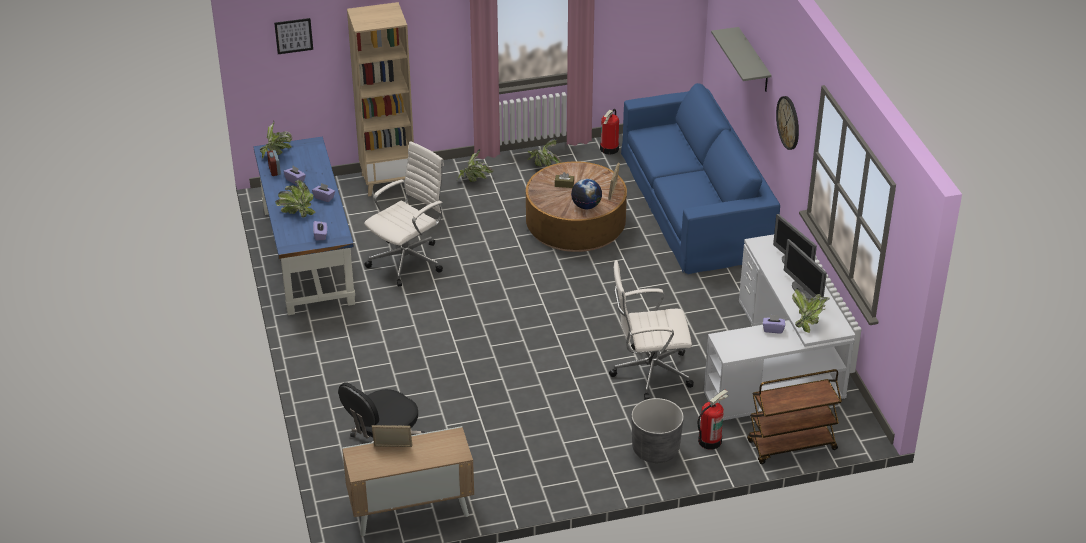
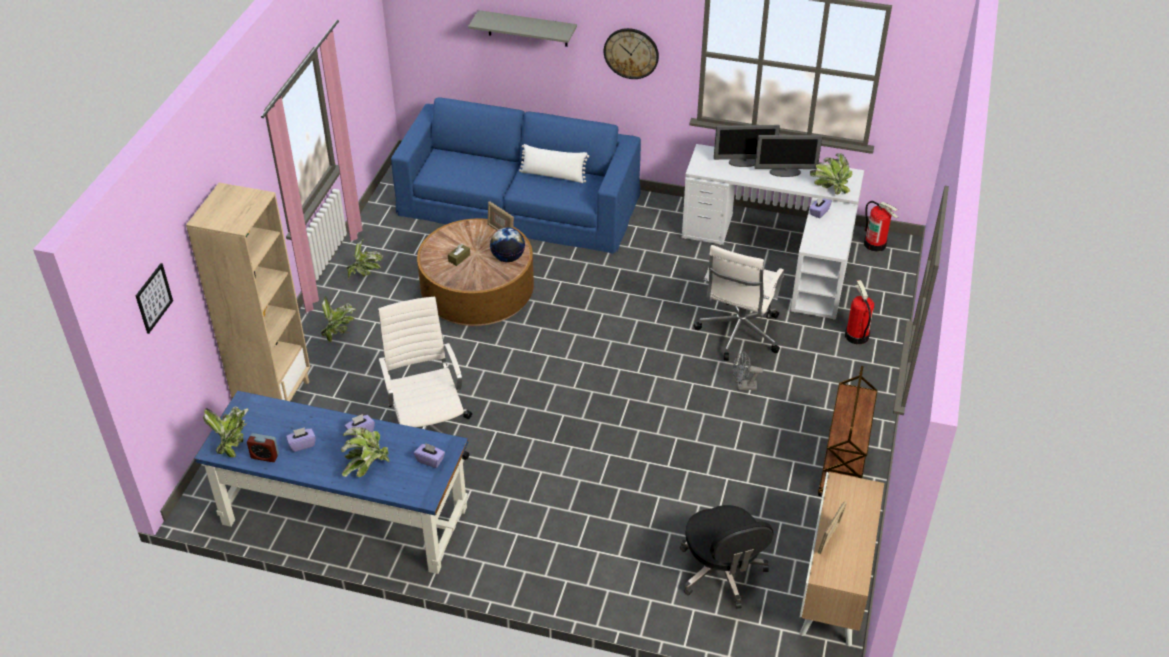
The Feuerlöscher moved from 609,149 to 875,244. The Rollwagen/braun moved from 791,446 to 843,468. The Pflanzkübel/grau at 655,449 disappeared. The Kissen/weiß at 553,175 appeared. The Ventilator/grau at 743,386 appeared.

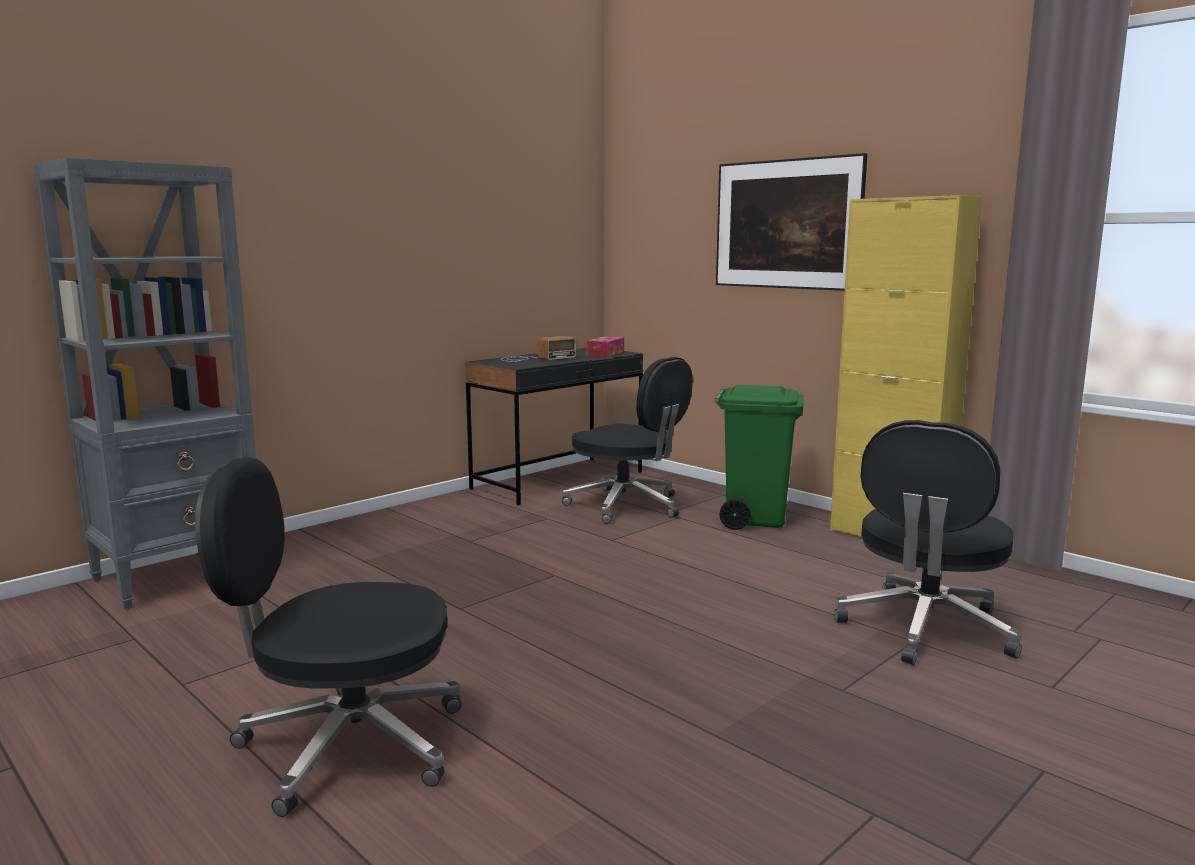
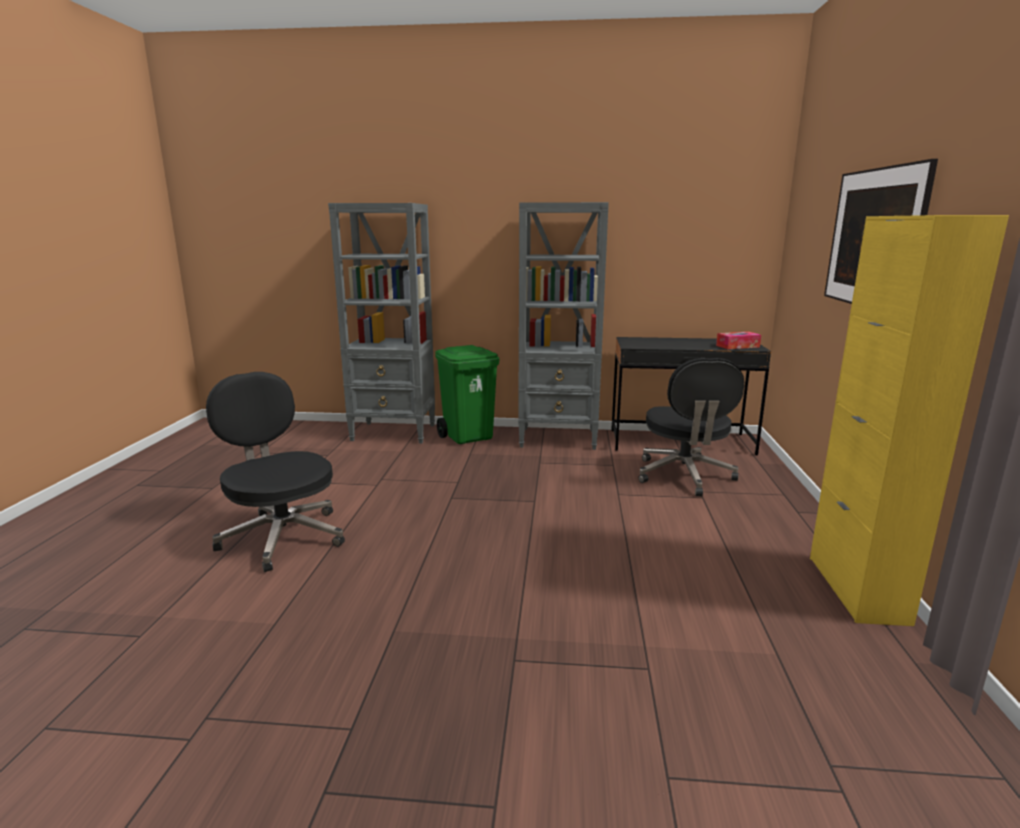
The Radio at 535,358 disappeared. The Mülleimer/grün moved from 754,519 to 468,437. The Bürostuhl/schwarz at 925,629 disappeared. The Bücherregal/grau at 559,438 appeared.

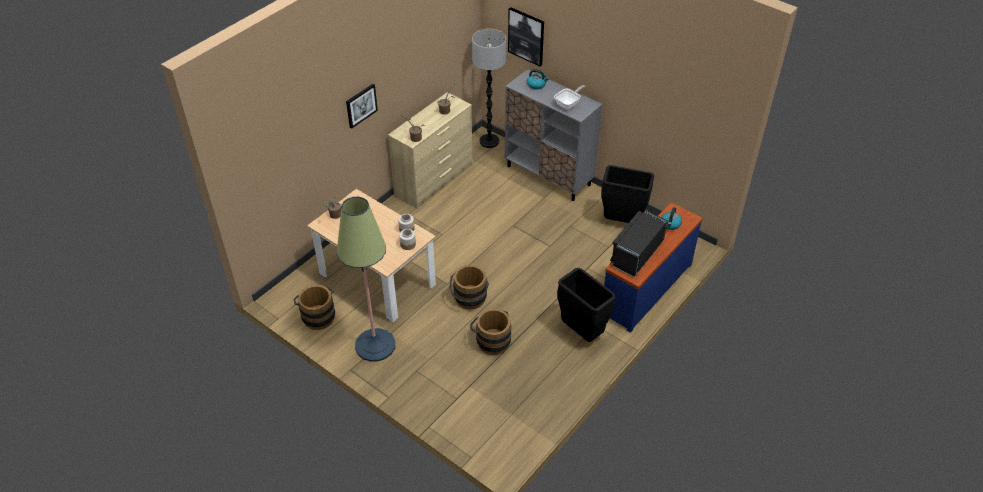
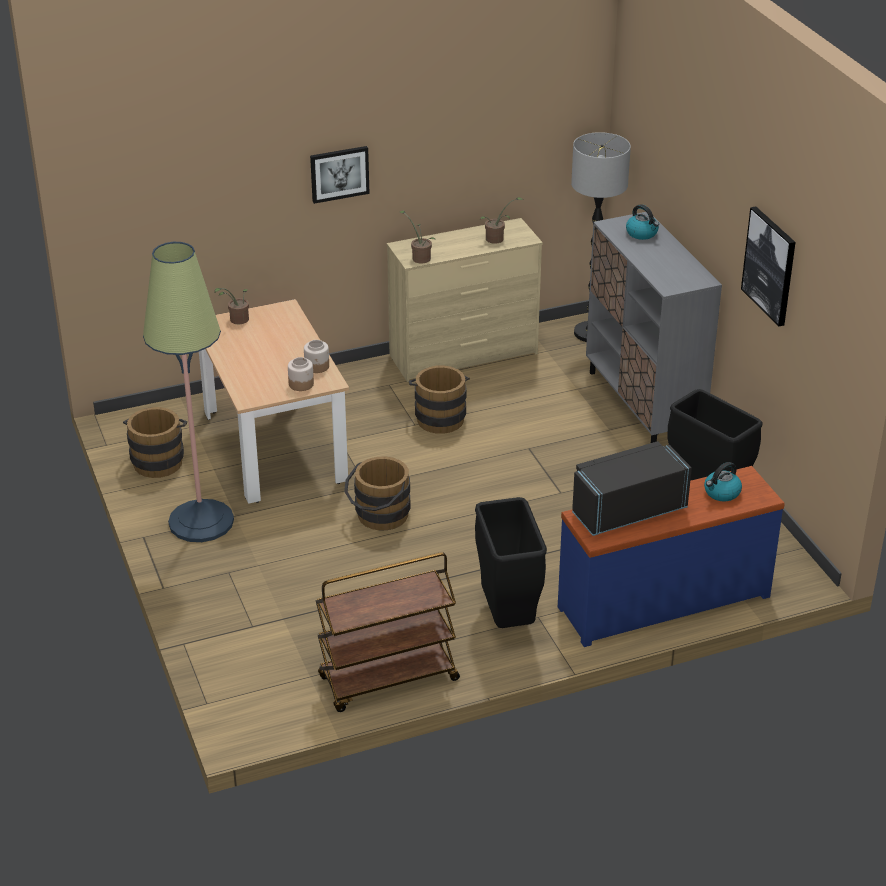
The Bild moved from 526,36 to 770,265. The Pfanne at 568,104 disappeared. The Eimer/braun moved from 491,340 to 439,417. The Rollwagen/braun at 388,680 appeared.

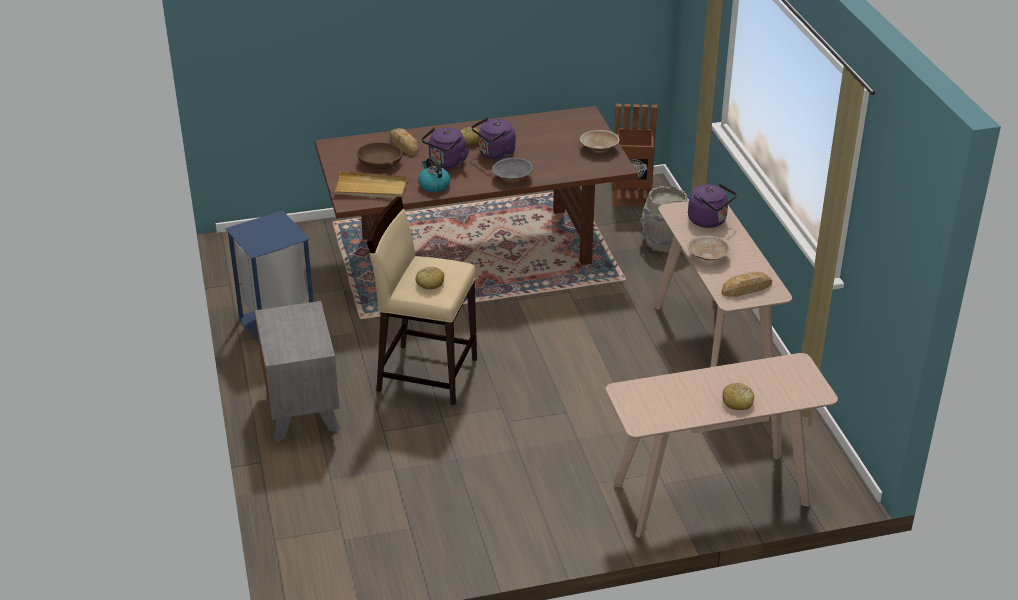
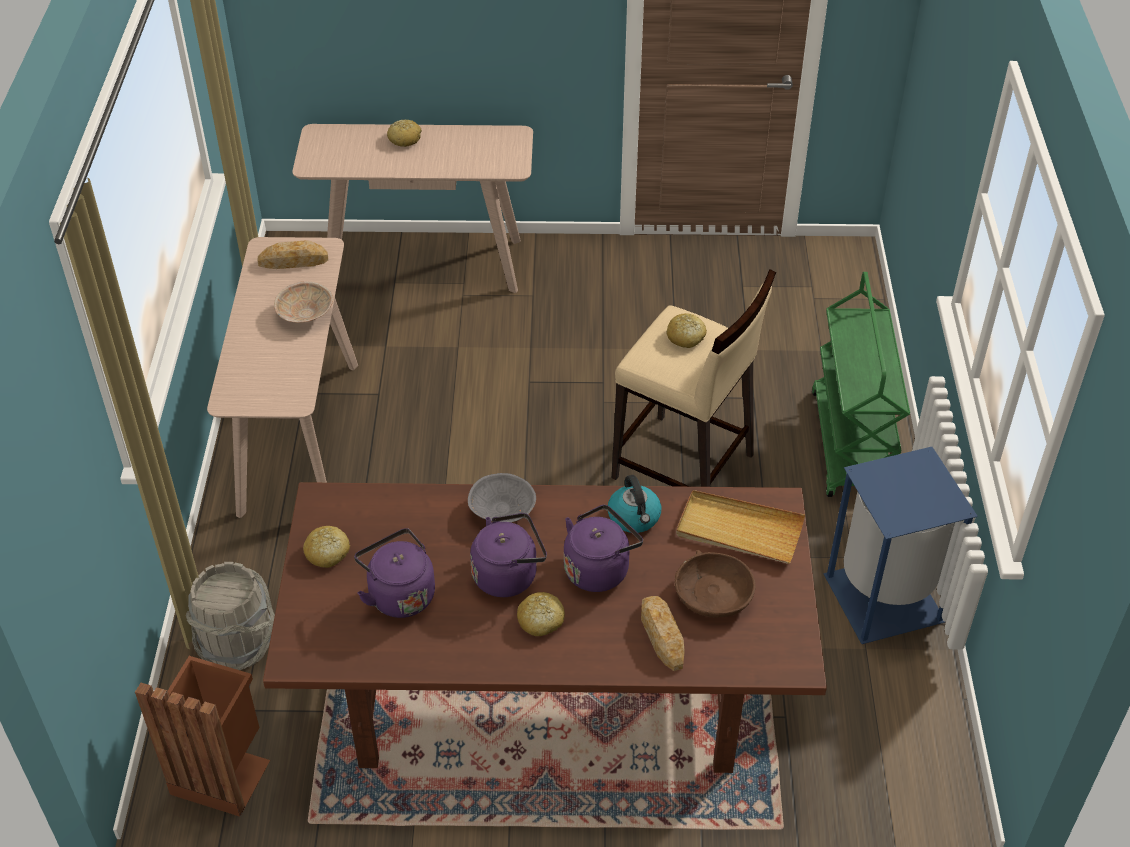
The Schüssel/beige at 598,148 was replaced by the Brot at 327,553. The Wasserkessel/lila moved from 709,221 to 399,594. The Nachttisch/grau at 301,409 was replaced by the Rollwagen/grün at 851,445.

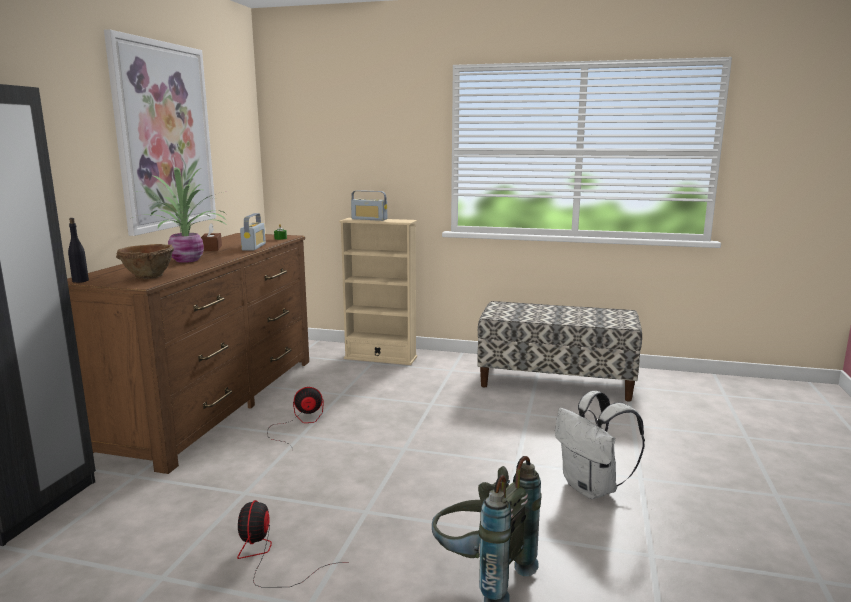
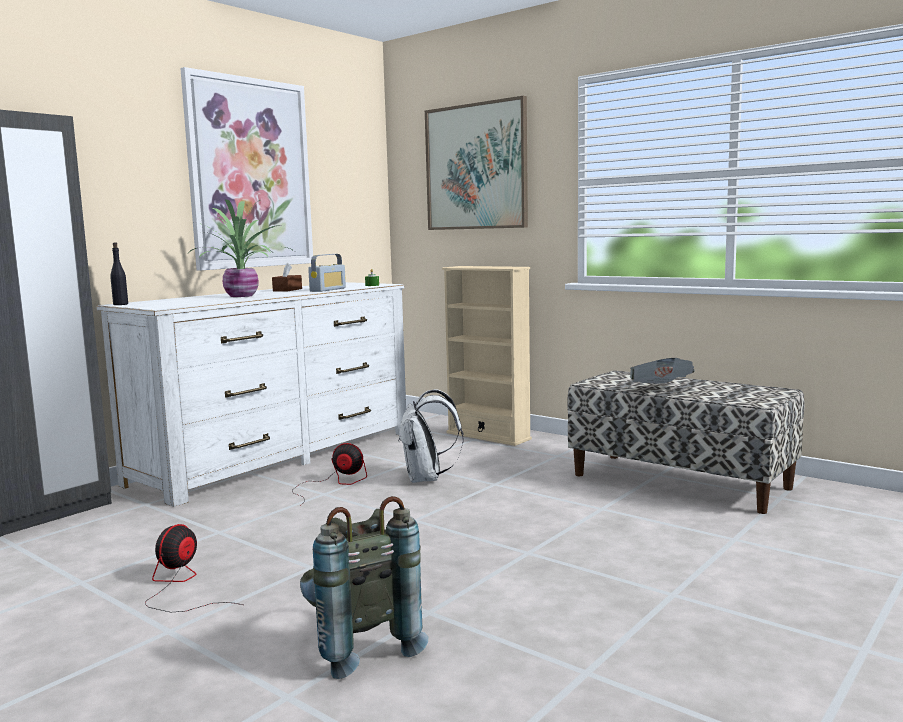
The Radio at 369,219 disappeared. The Kommode/braun at 215,402 became the Kommode/weiß at 278,456. The Schüssel/braun at 148,277 disappeared. The Rucksack/weiß moved from 592,488 to 427,478. The Bild at 476,167 appeared. The Zeitung at 660,389 appeared.

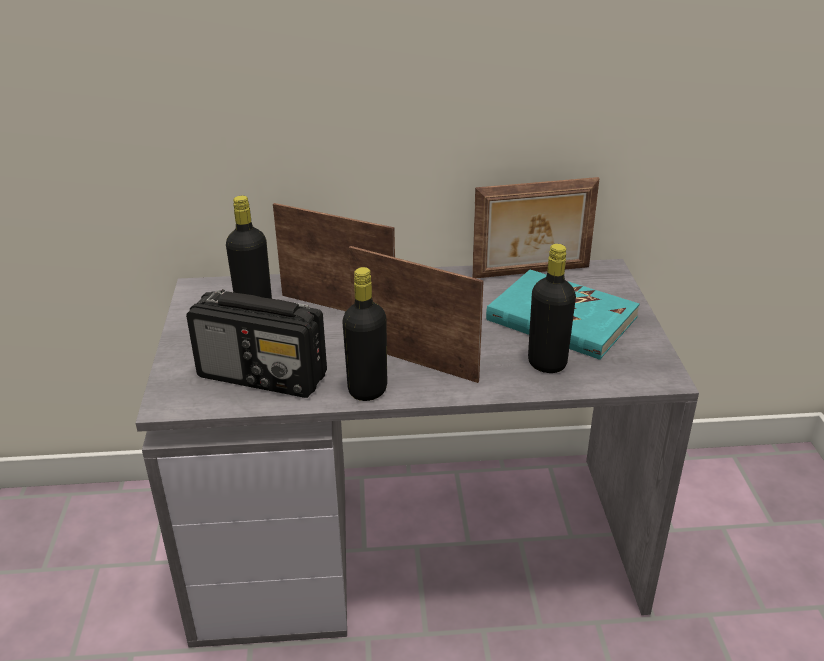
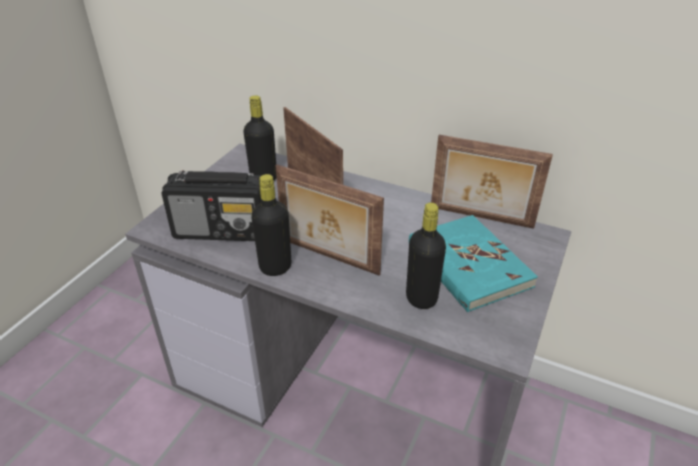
The Bilderrahmen at 415,360 turned 150 degrees clockwise. The Radio at 263,376 turned 45 degrees counterclockwise.

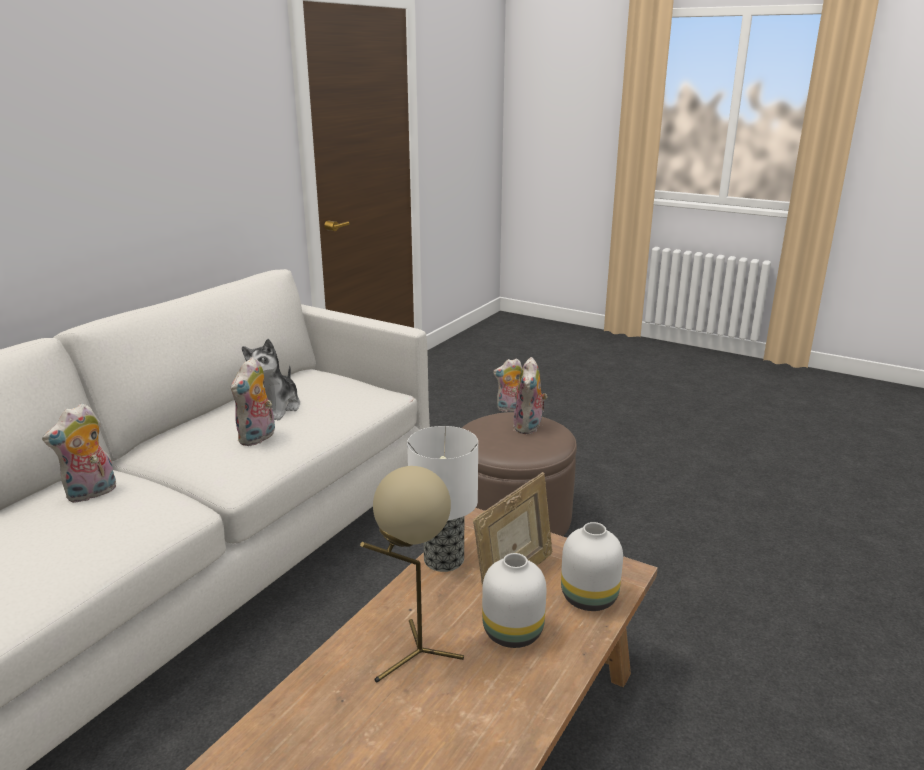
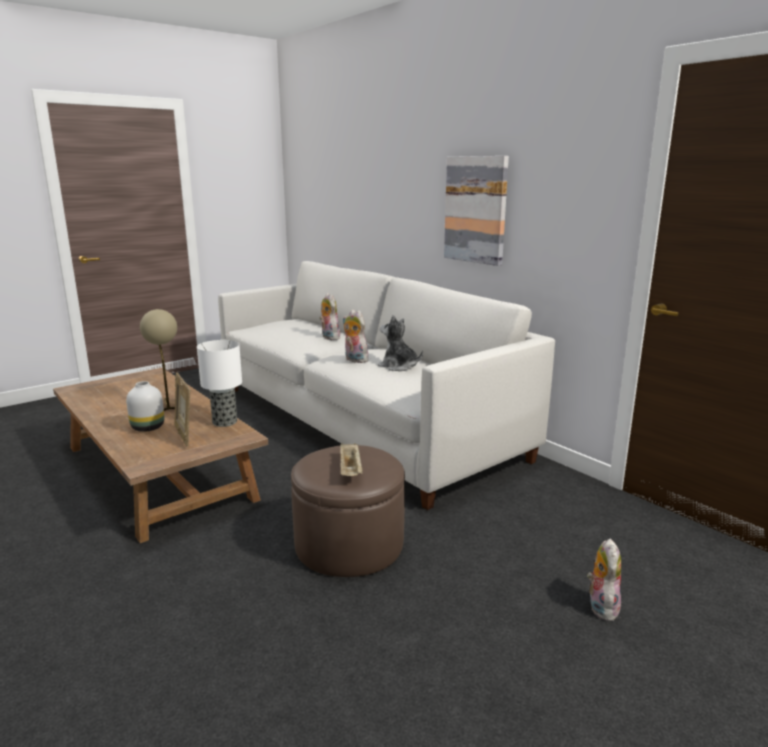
The Plüschtier at 529,427 was replaced by the Tablett/beige at 350,470. The Vase/weiß at 587,597 disappeared. The Bild at 476,210 appeared.

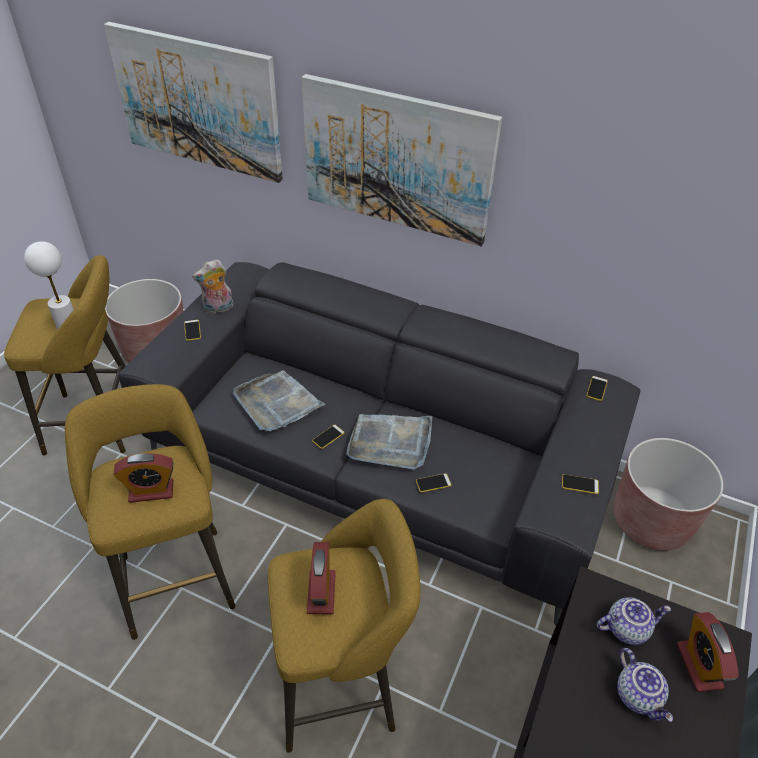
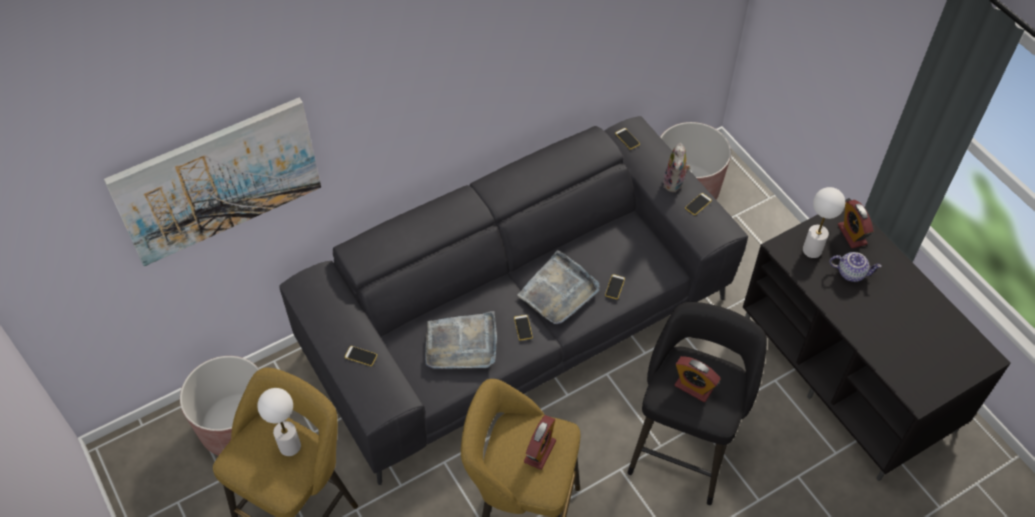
The Bild at 397,160 disappeared. The Plüschtier moved from 218,309 to 675,183. The Hocker/gelb at 342,684 became the Hocker/schwarz at 684,448. The Teekanne at 626,627 was replaced by the Tischlampe/weiß at 812,250. The Wecker at 699,665 turned 45 degrees clockwise.

